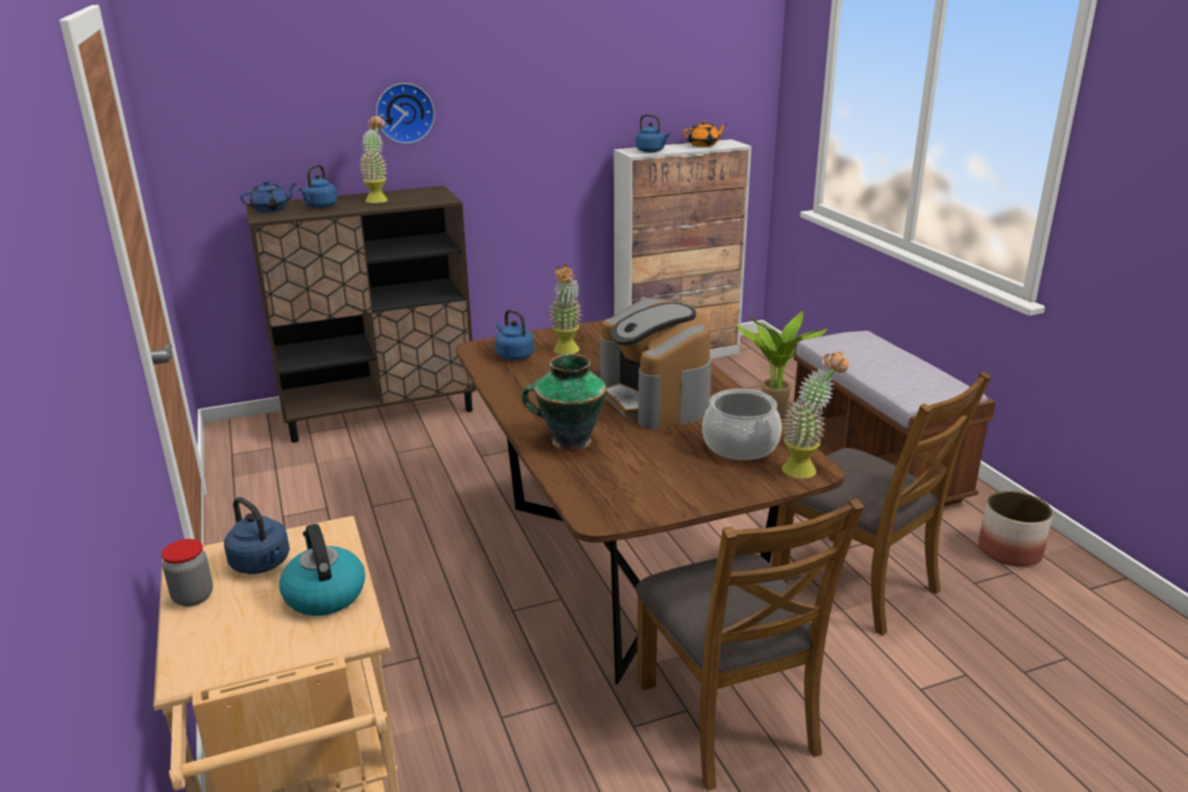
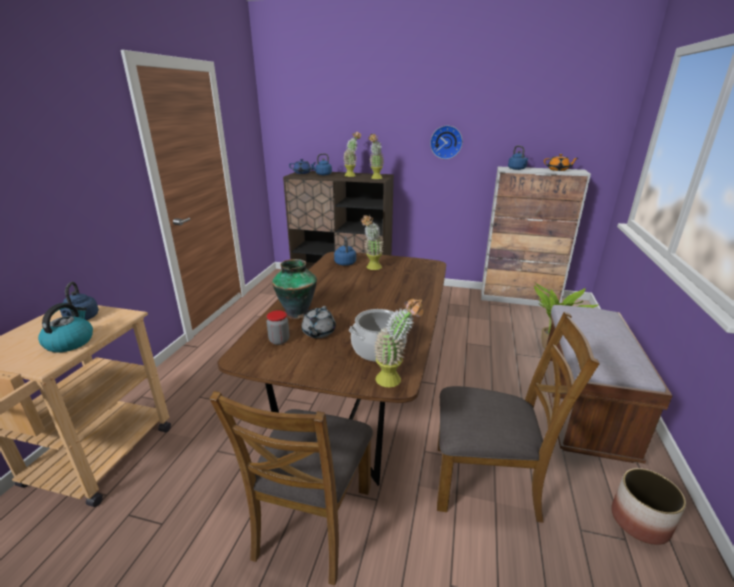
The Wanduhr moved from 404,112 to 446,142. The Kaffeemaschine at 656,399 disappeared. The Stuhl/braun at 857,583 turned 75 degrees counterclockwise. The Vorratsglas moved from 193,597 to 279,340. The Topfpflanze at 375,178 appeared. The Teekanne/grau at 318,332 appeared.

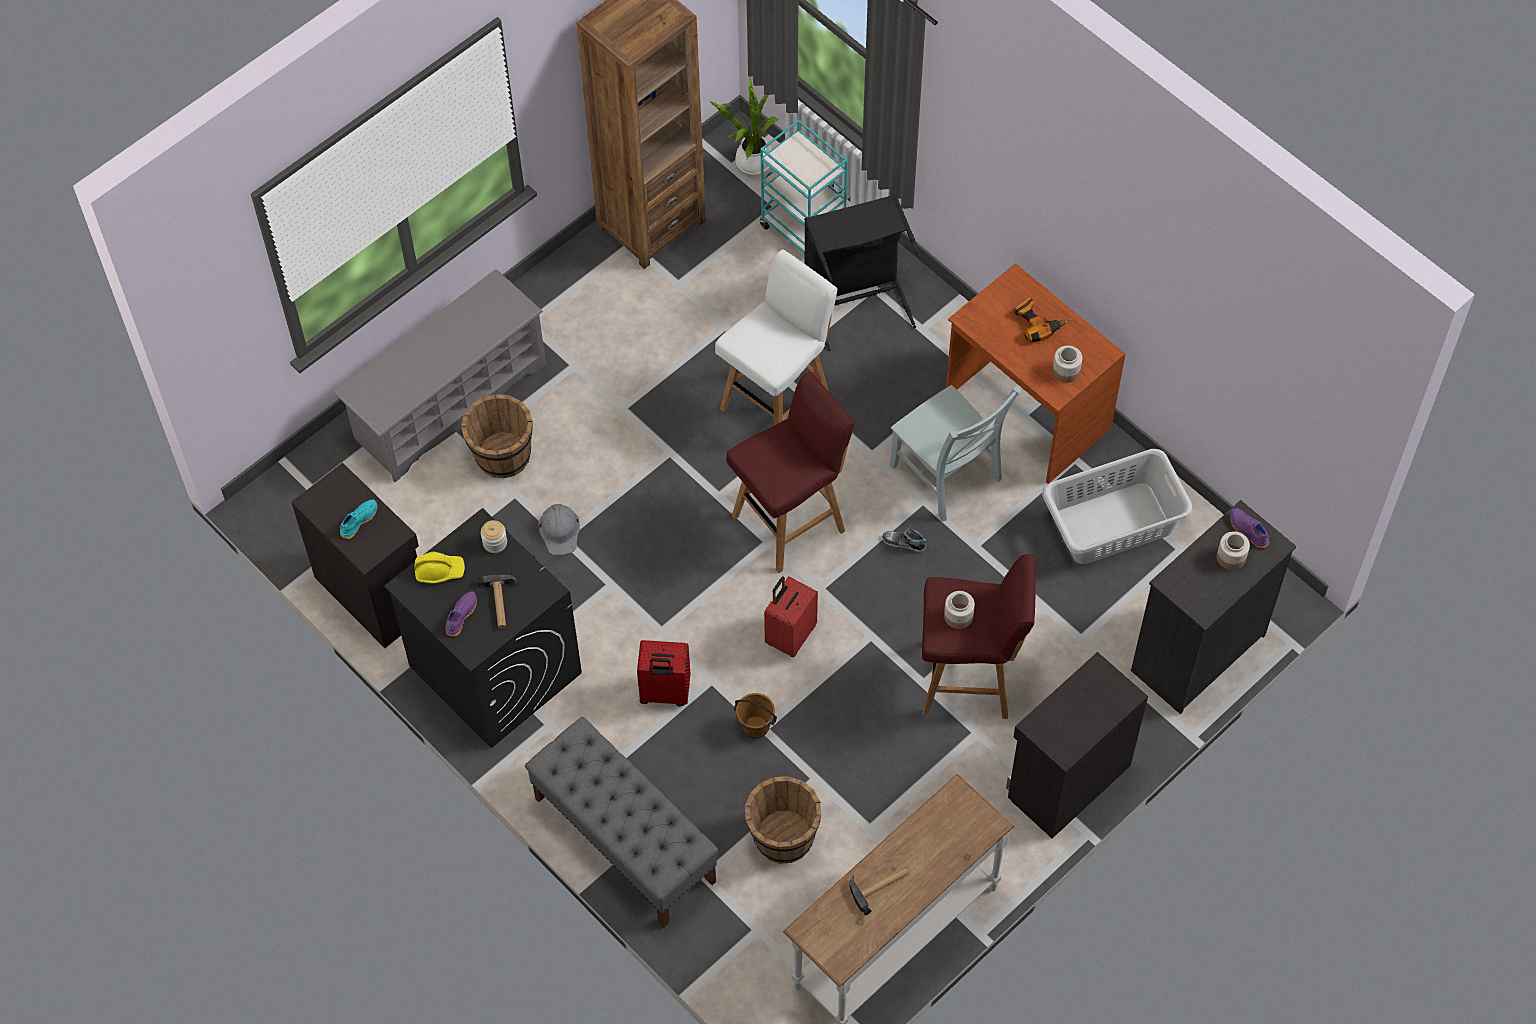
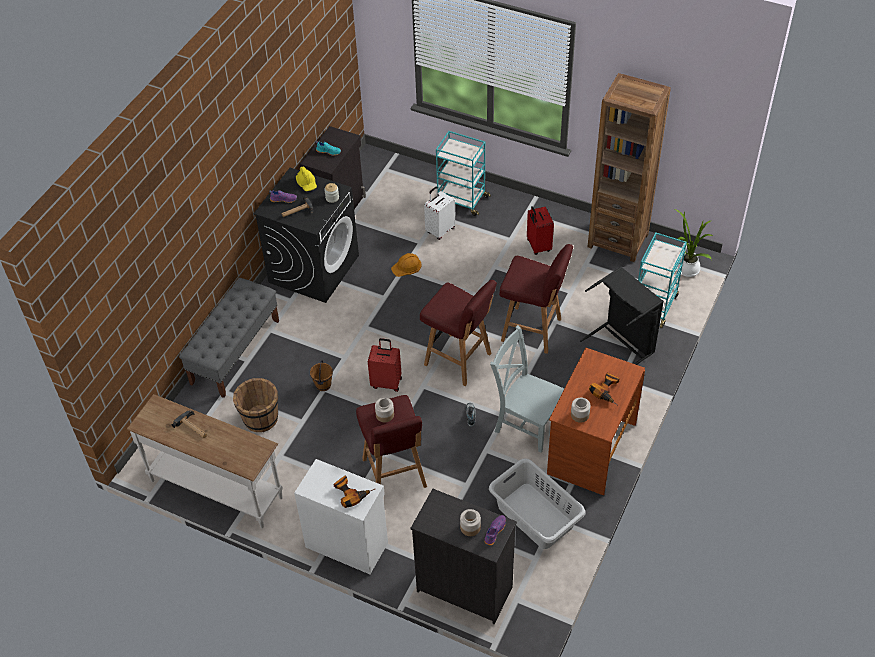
The Hocker/weiß at 778,404 became the Hocker/rot at 533,330. The Schuhregal/grau at 449,401 was replaced by the Rollwagen/türkis at 461,200. The Stuhl/grau at 948,476 turned 90 degrees clockwise. The Eimer/braun at 502,456 was replaced by the Koffer/weiß at 440,230. The Schutzhelm/grau at 560,530 became the Schutzhelm/orange at 407,267. The Koffer/rot moved from 664,693 to 538,246. The Schrank/schwarz at 1066,780 became the Schrank/weiß at 347,543. The Bohrmaschine at 351,492 appeared.

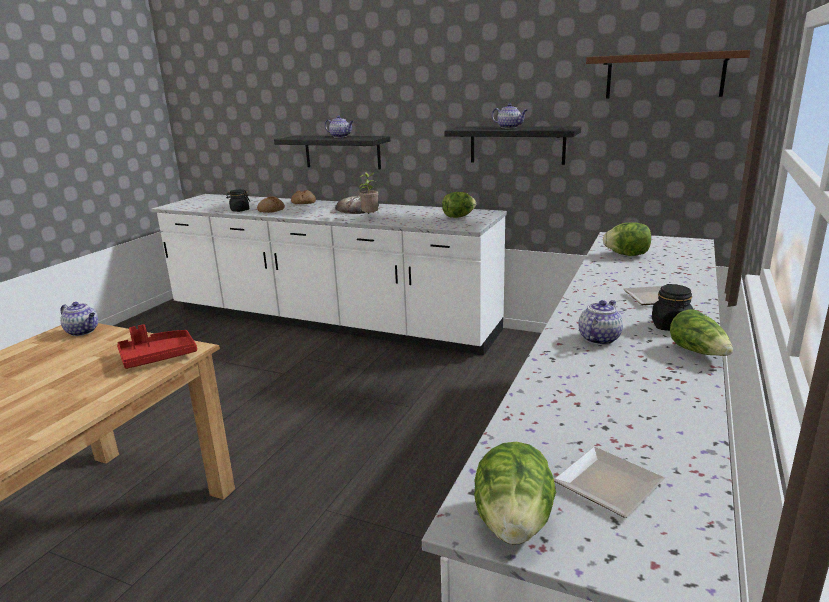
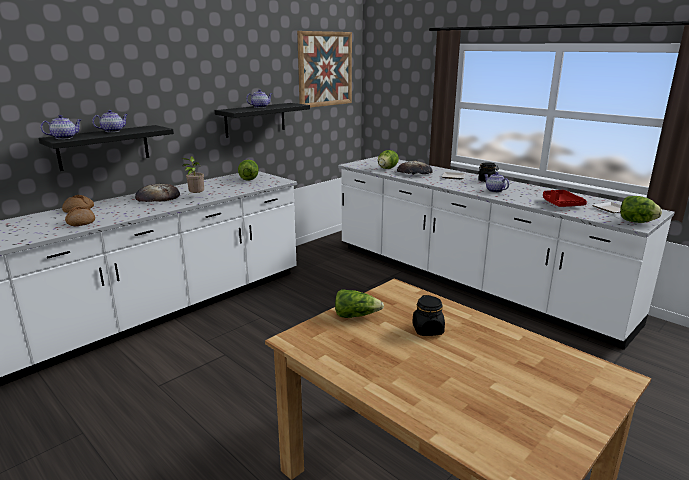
The Wandregal/braun at 664,75 was replaced by the Bild at 325,69. The Vorratsglas/schwarz moved from 239,210 to 428,330. The Teekanne moved from 83,331 to 64,138. The Salatkopf moved from 699,352 to 356,315. The Tablett/rot moved from 158,357 to 560,204. The Brot at 414,172 appeared.

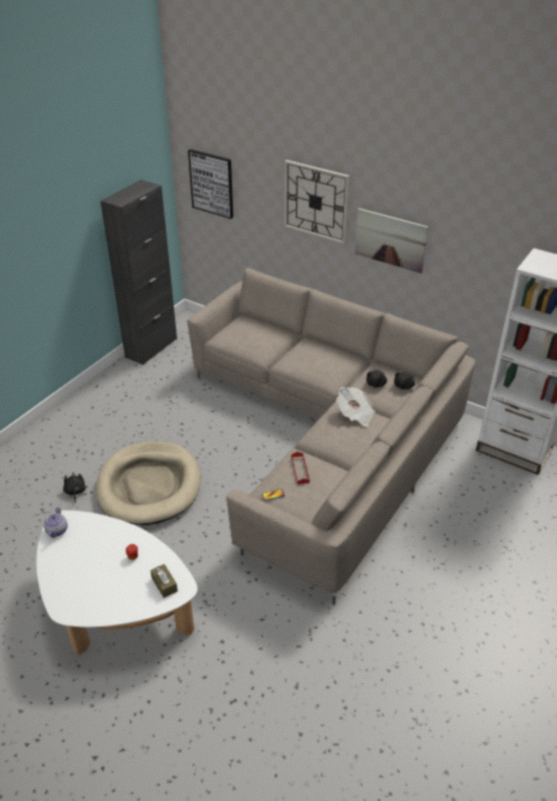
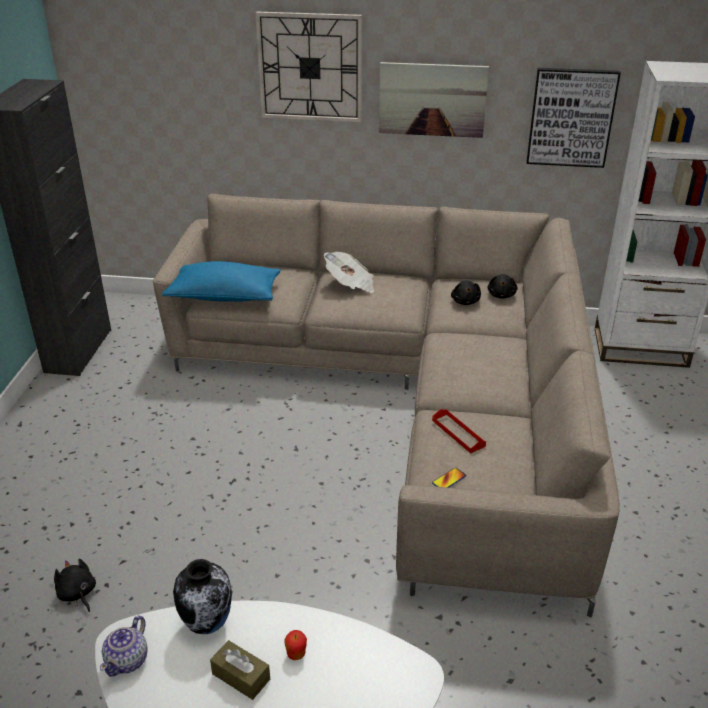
The Bild moved from 212,183 to 571,117. The Zeitung moved from 355,414 to 350,284. The Hundebett/beige at 149,486 disappeared. The Teekanne at 57,530 turned 45 degrees clockwise. The Taschentuchbox/braun moved from 164,584 to 241,676. The Kissen/blau at 224,296 appeared. The Vase at 208,624 appeared.

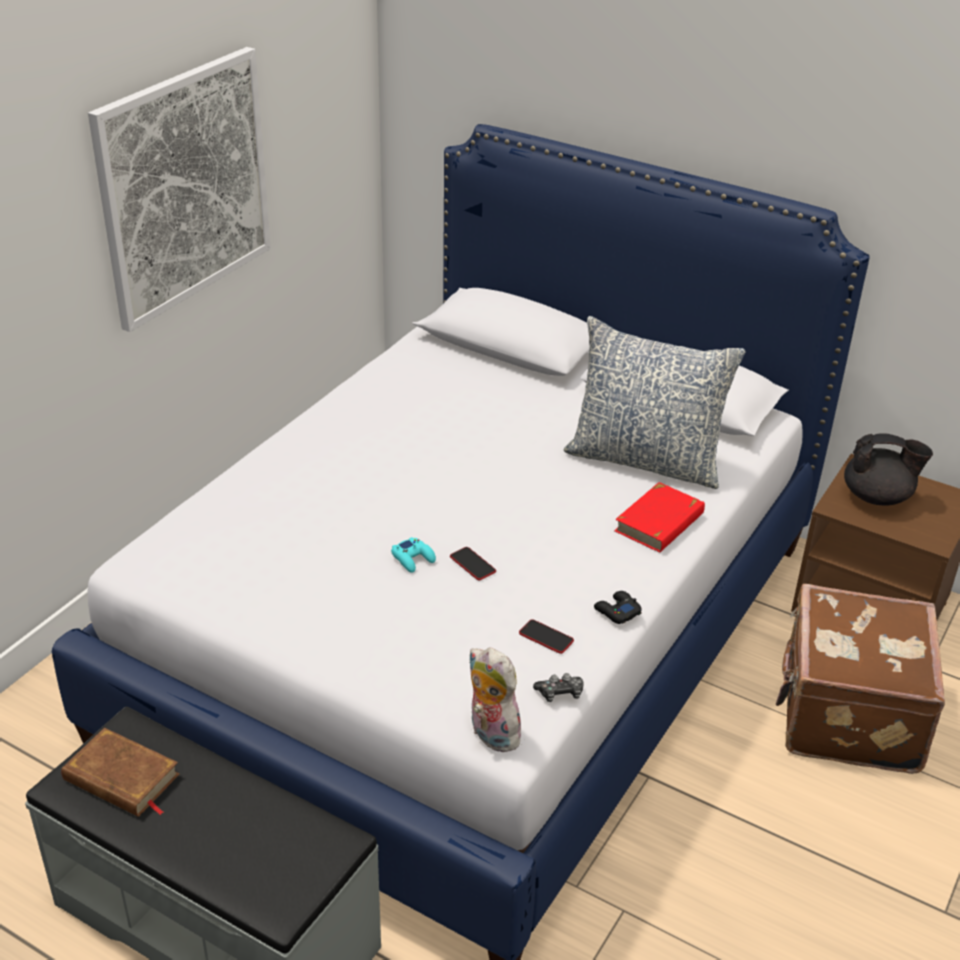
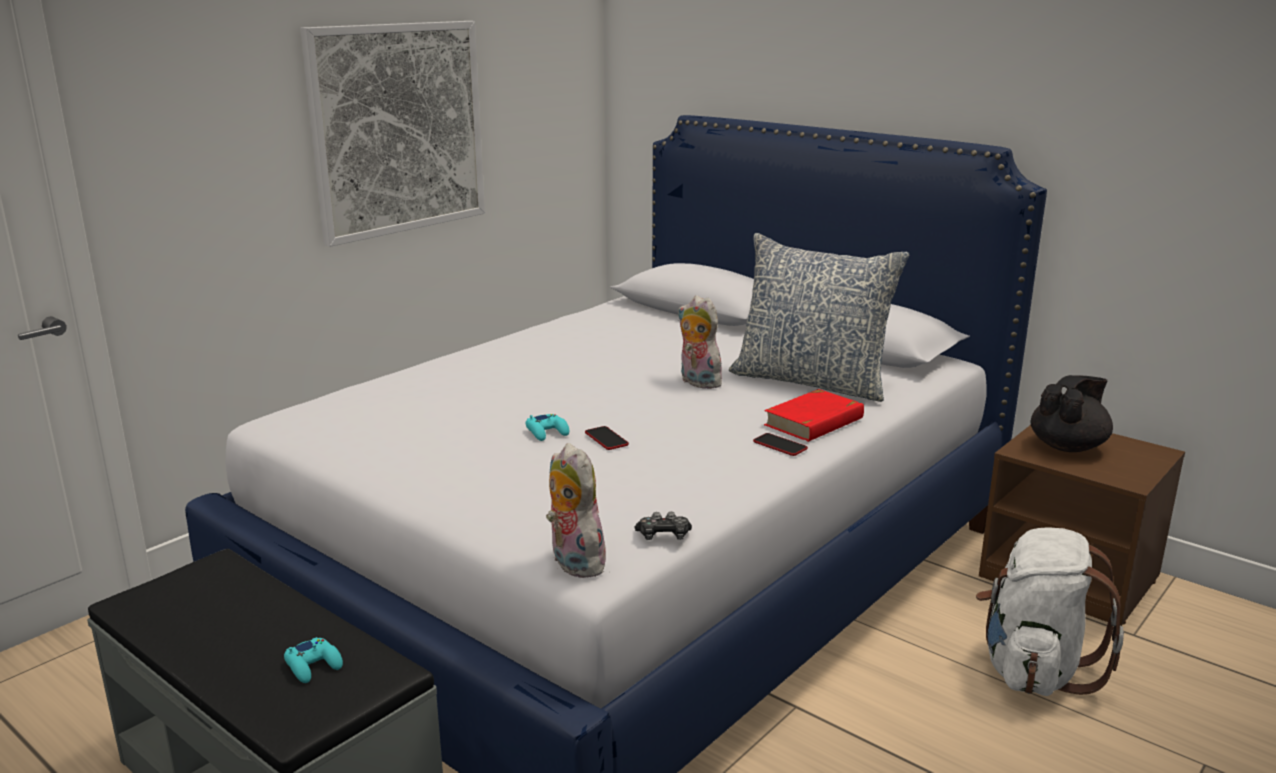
The Teekanne/schwarz at 877,497 turned 60 degrees counterclockwise. The Koffer/braun at 846,714 was replaced by the Rucksack/weiß at 1034,669. The Gamepad/schwarz at 617,611 disappeared. The Handy moved from 546,637 to 780,445. The Buch/braun at 121,778 disappeared. The Plüschtier at 697,382 appeared. The Gamepad/türkis at 314,665 appeared.

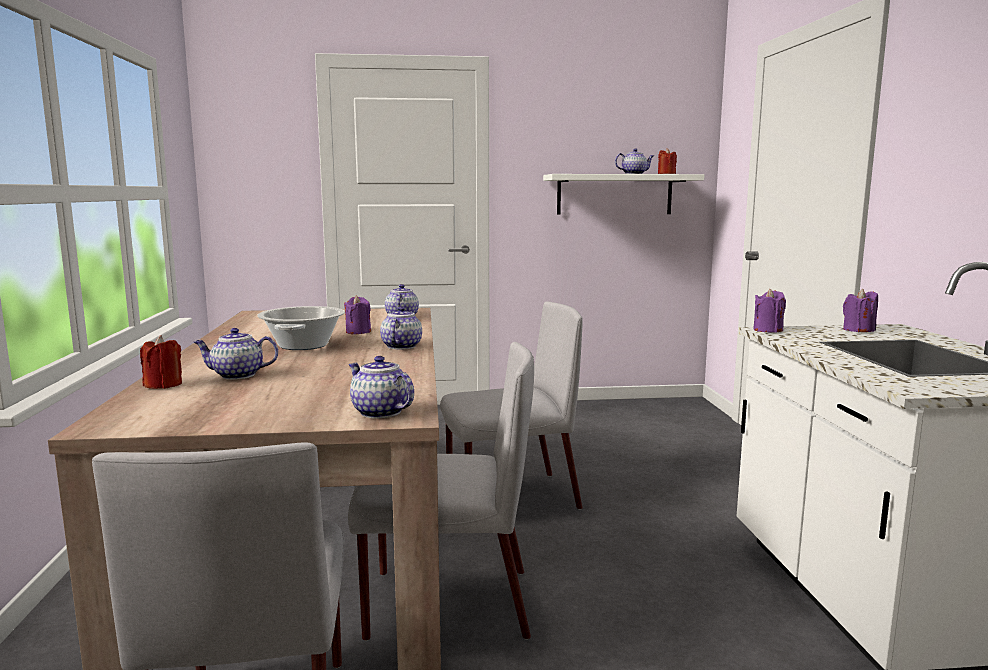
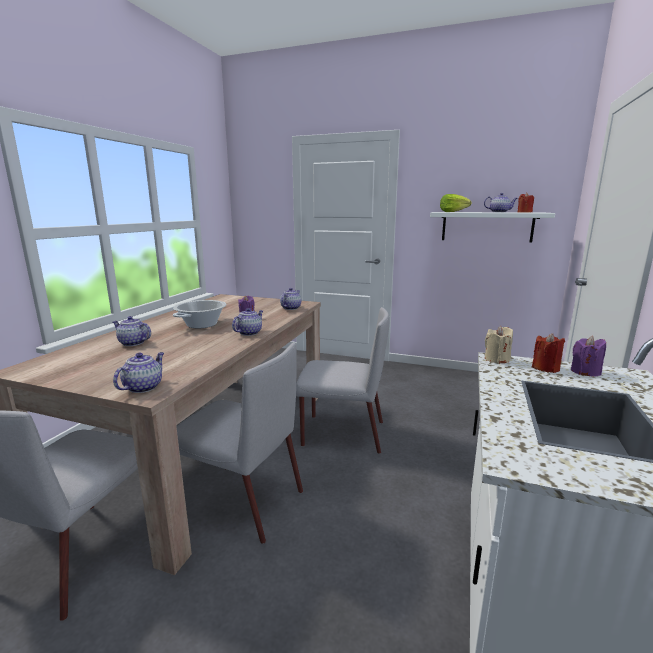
The Kerze/lila at 768,330 became the Kerze/beige at 496,359. The Kerze/rot moved from 163,385 to 545,368. The Teekanne at 379,412 turned 45 degrees clockwise. The Salatkopf at 453,212 appeared.

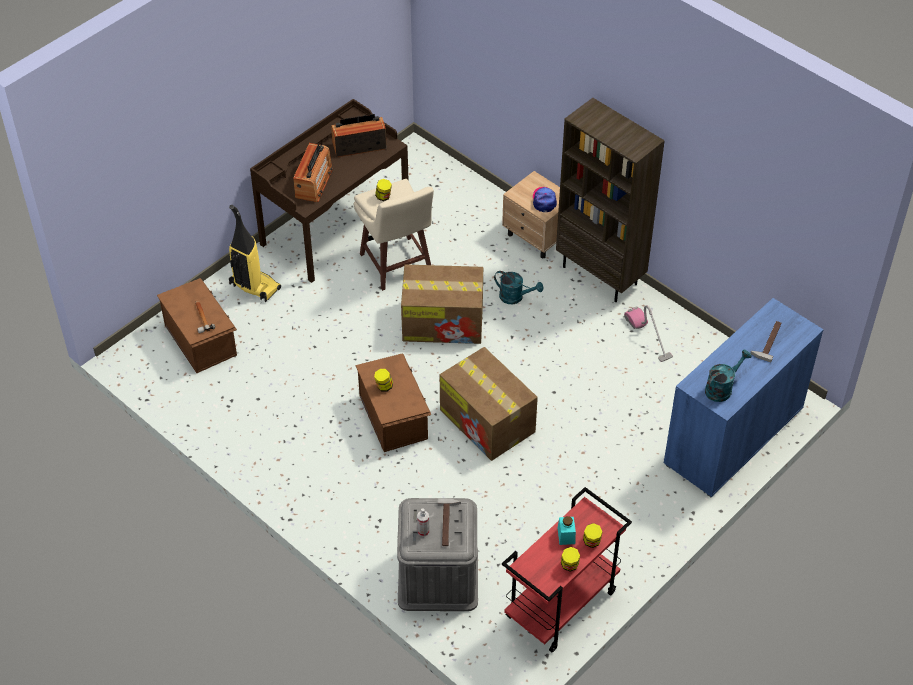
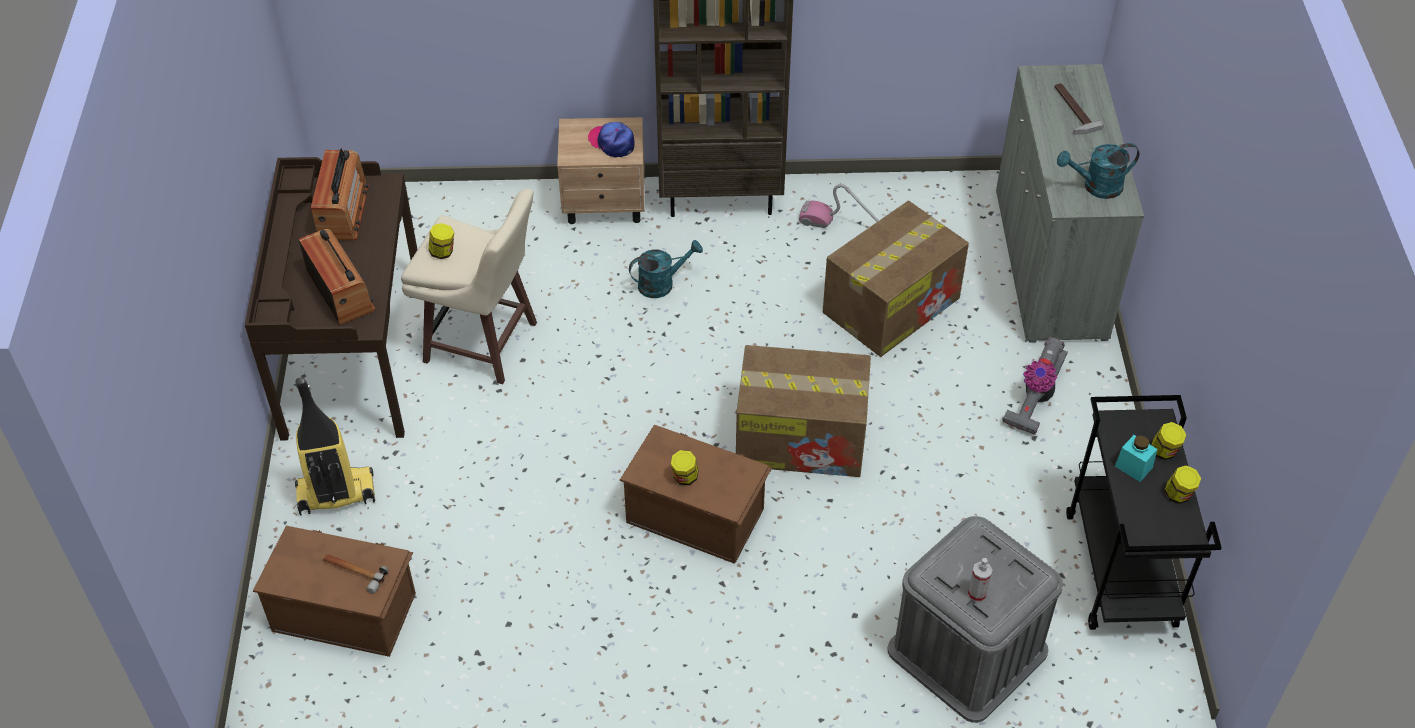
The Radio at 359,145 turned 150 degrees clockwise. The Karton moved from 444,322 to 892,304. The Schrank/blau at 733,436 became the Schrank/grau at 1049,264. The Gießkanne/türkis at 722,388 turned 105 degrees counterclockwise. The Rollwagen/rot at 561,606 became the Rollwagen/schwarz at 1122,570. The Hammer at 448,523 disappeared. The Staubsauger at 1034,399 appeared.

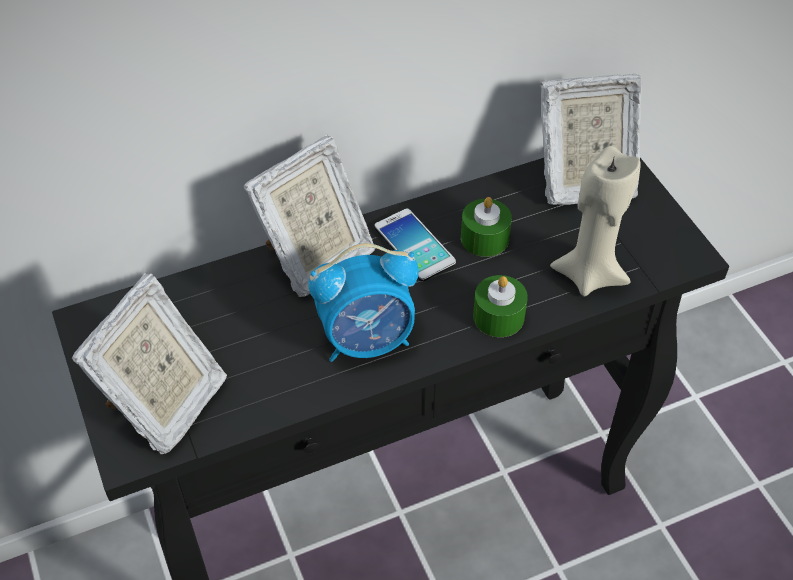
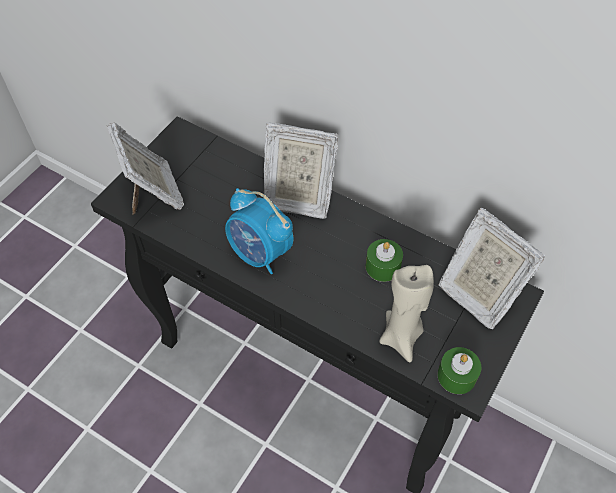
The Handy at 414,245 disappeared. The Bilderrahmen at 165,405 turned 105 degrees counterclockwise. The Kerze/grün moved from 498,316 to 456,376.

